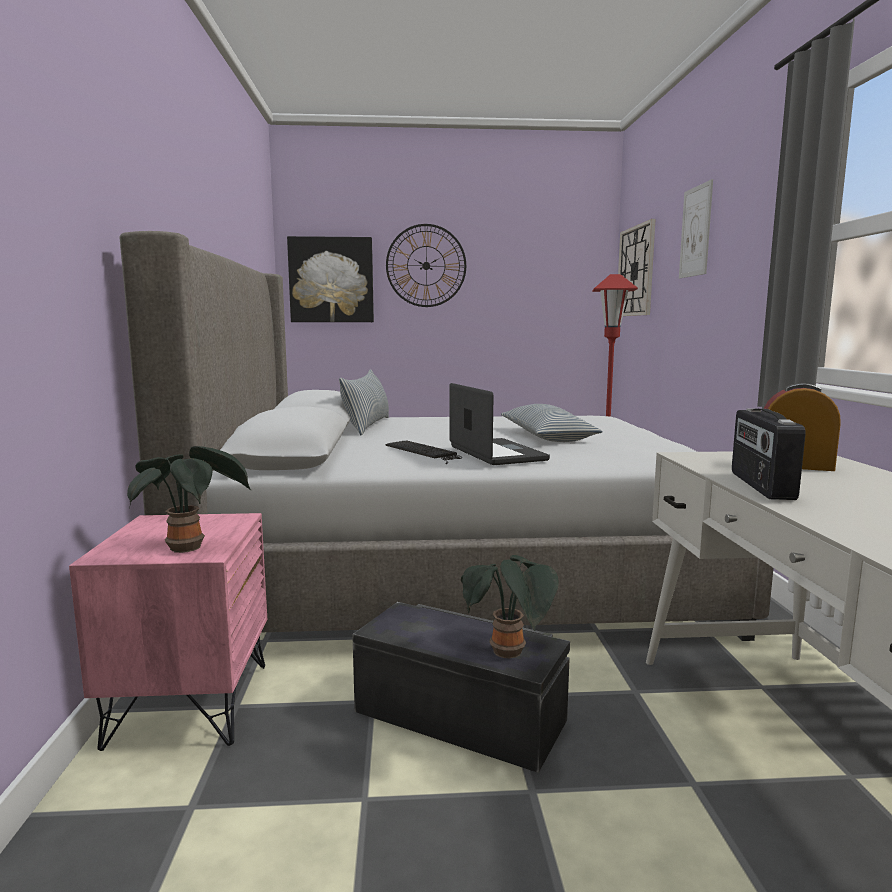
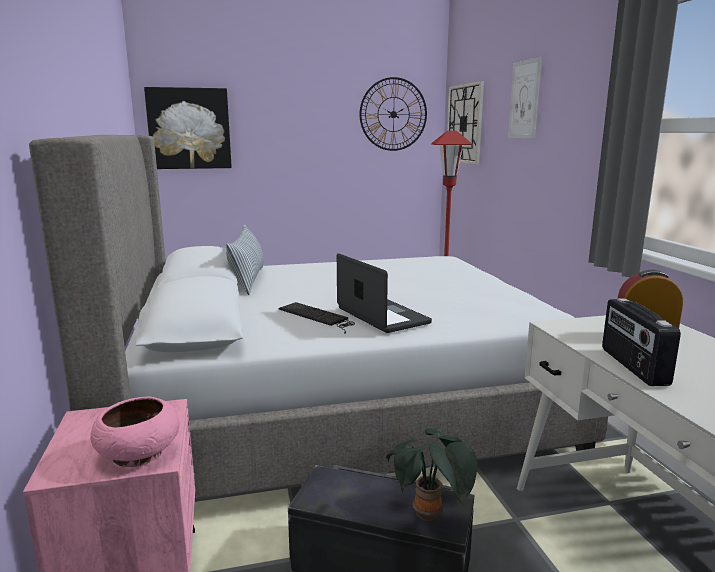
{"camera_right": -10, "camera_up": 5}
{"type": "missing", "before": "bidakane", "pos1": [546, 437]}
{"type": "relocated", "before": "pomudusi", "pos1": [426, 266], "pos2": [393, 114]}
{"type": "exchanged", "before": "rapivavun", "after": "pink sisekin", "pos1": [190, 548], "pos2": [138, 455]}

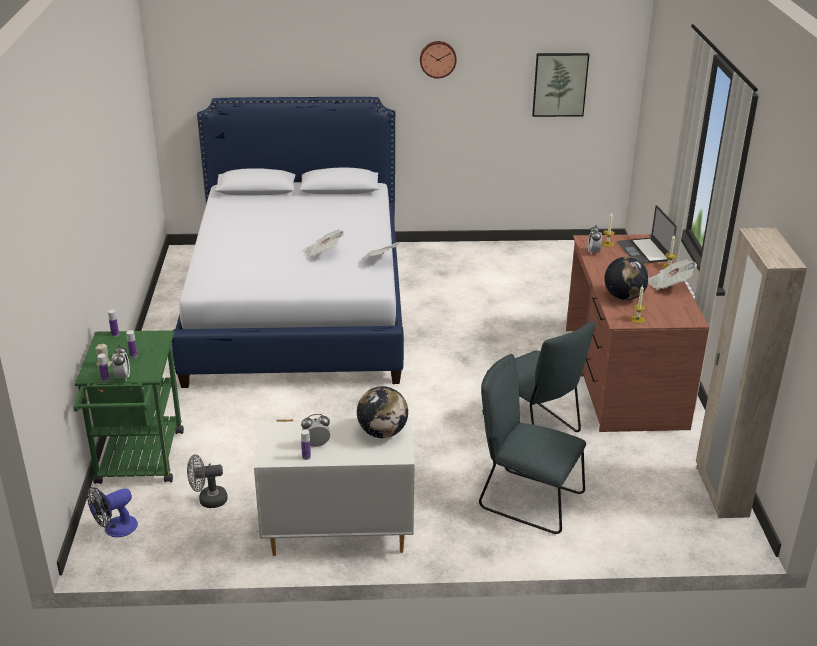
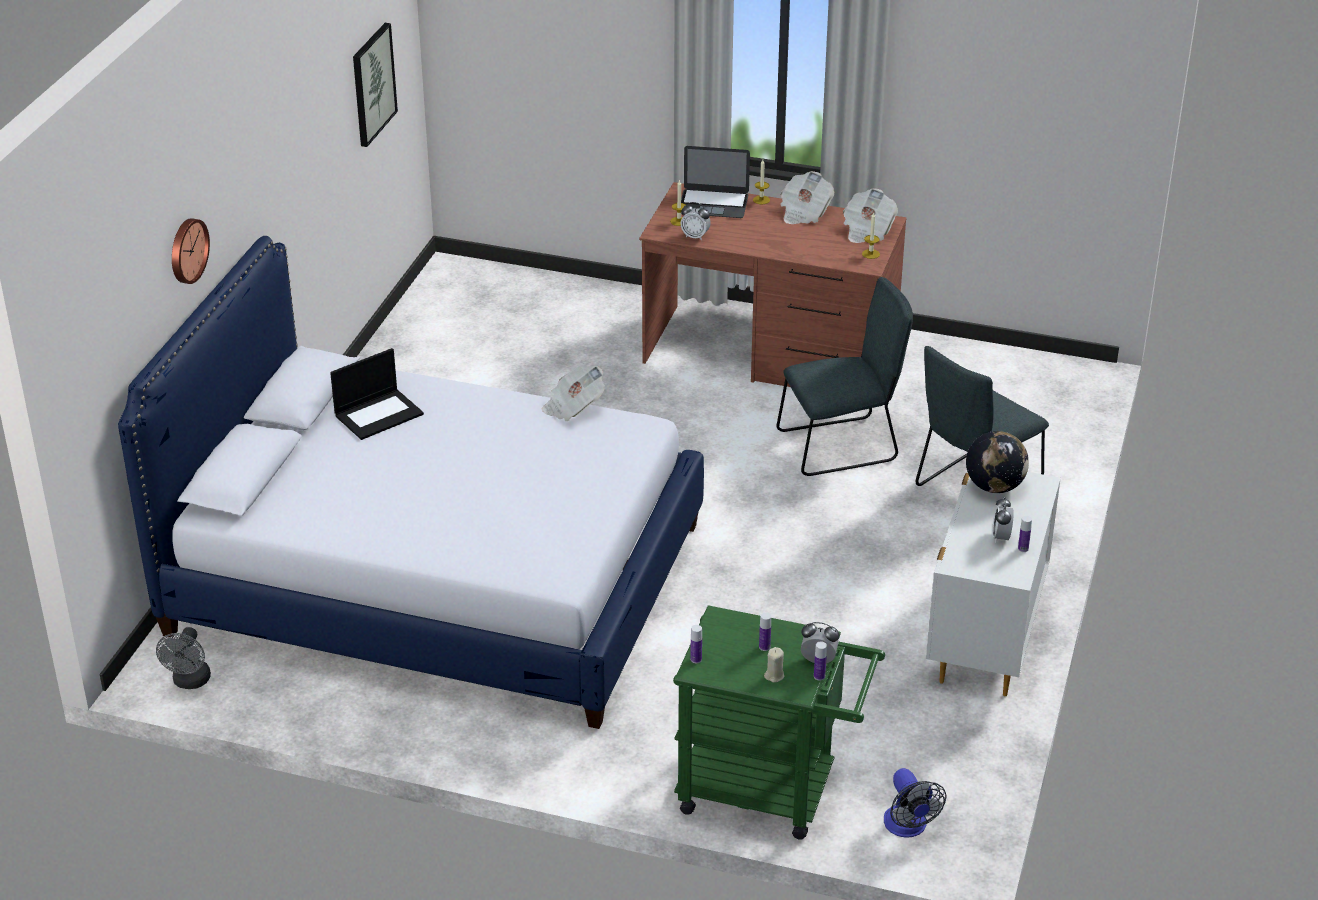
{"camera_right": -70, "camera_up": 5}
{"type": "missing", "before": "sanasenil", "pos1": [624, 297]}
{"type": "missing", "before": "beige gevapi", "pos1": [720, 492]}
{"type": "appeared", "after": "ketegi", "pos2": [379, 414]}
{"type": "relocated", "before": "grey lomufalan", "pos1": [208, 500], "pos2": [190, 682]}
{"type": "relocated", "before": "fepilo", "pos1": [323, 253], "pos2": [867, 230]}
{"type": "relocated", "before": "pomudusi", "pos1": [437, 59], "pos2": [187, 250]}

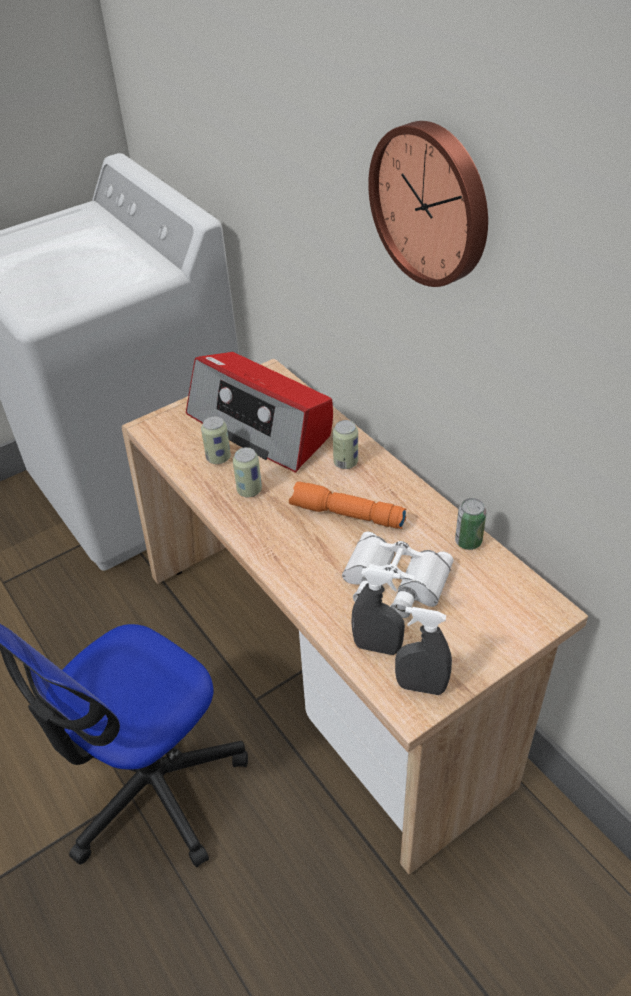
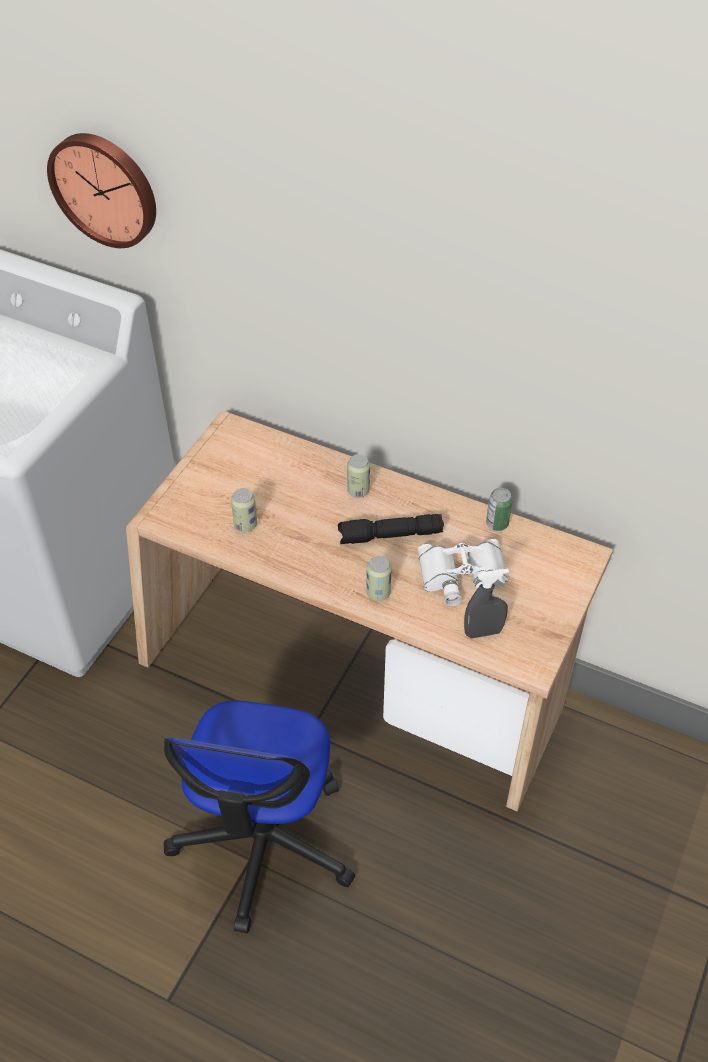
{"camera_right": -30, "camera_up": 5}
{"type": "missing", "before": "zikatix", "pos1": [261, 425]}
{"type": "missing", "before": "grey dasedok", "pos1": [421, 687]}
{"type": "relocated", "before": "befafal", "pos1": [249, 490], "pos2": [378, 593]}
{"type": "relocated", "before": "pomudusi", "pos1": [432, 203], "pos2": [105, 188]}
{"type": "colour", "before": "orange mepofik", "after": "black mepofik", "pos1": [346, 515], "pos2": [389, 536]}

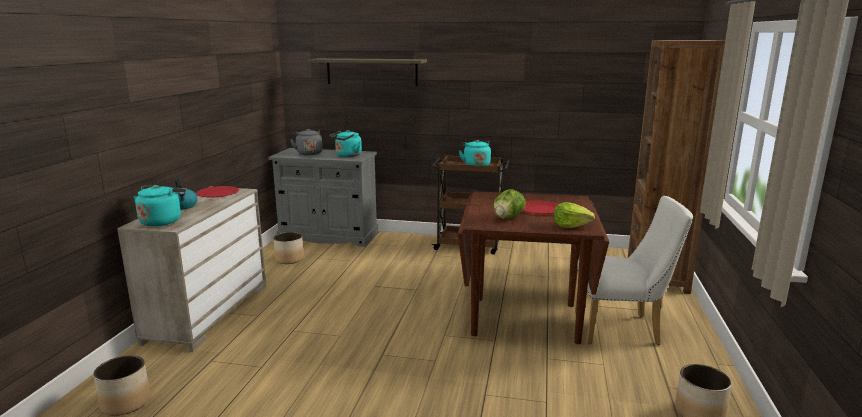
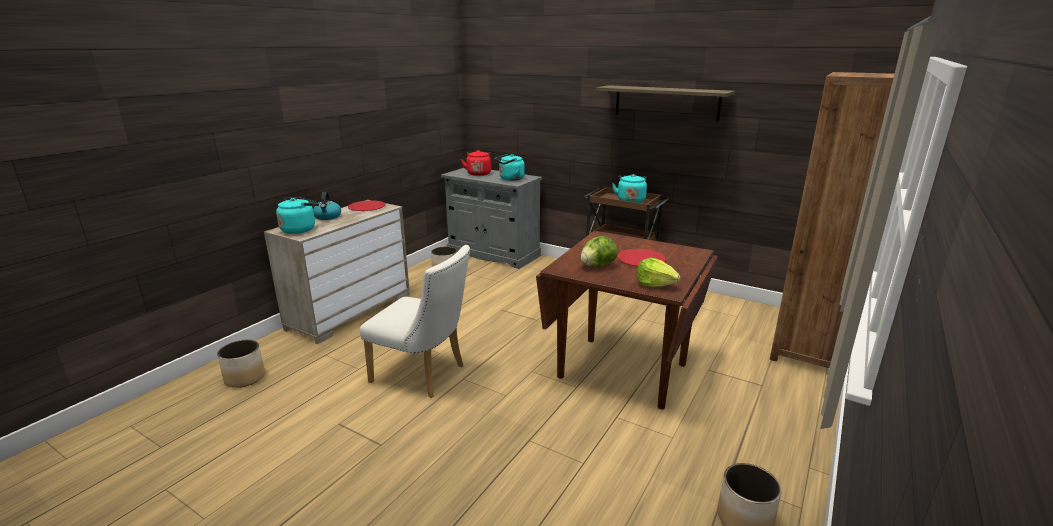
{"camera_right": 20, "camera_up": 5}
{"type": "relocated", "before": "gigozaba", "pos1": [371, 71], "pos2": [666, 102]}
{"type": "relocated", "before": "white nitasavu", "pos1": [623, 329], "pos2": [424, 375]}
{"type": "colour", "before": "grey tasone", "after": "red tasone", "pos1": [308, 153], "pos2": [478, 173]}

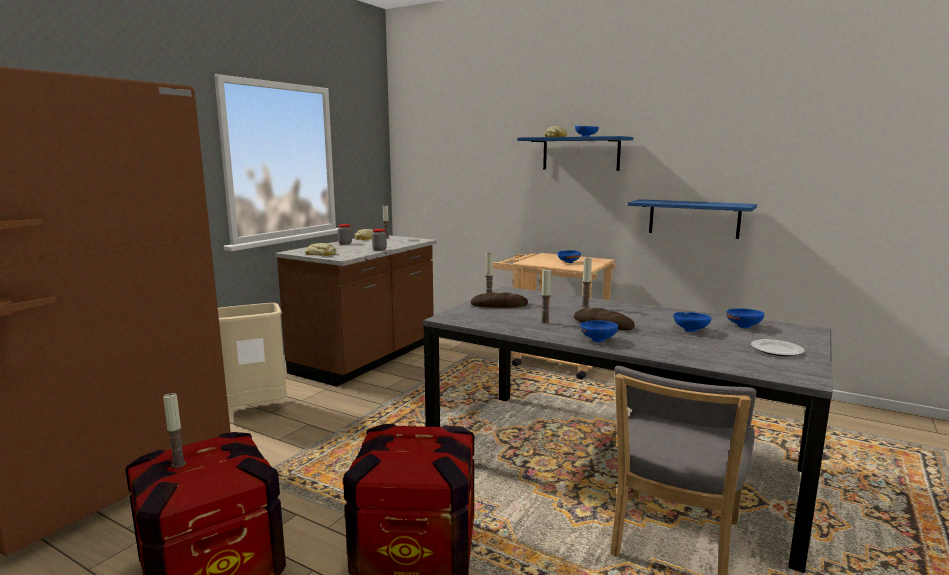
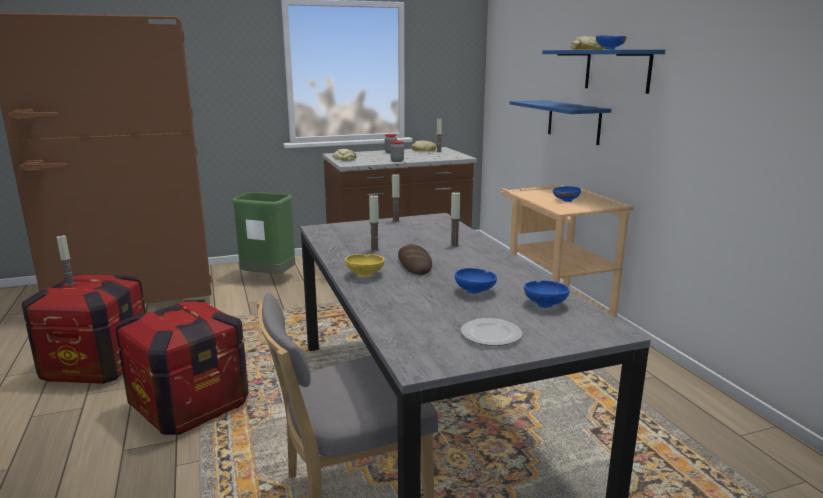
{"camera_right": 40, "camera_up": 5}
{"type": "missing", "before": "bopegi", "pos1": [499, 305]}
{"type": "relocated", "before": "blue gigozaba", "pos1": [693, 218], "pos2": [573, 121]}
{"type": "colour", "before": "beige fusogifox", "after": "green fusogifox", "pos1": [255, 409], "pos2": [269, 278]}
{"type": "colour", "before": "blue sisekin", "after": "yellow sisekin", "pos1": [598, 339], "pos2": [366, 274]}

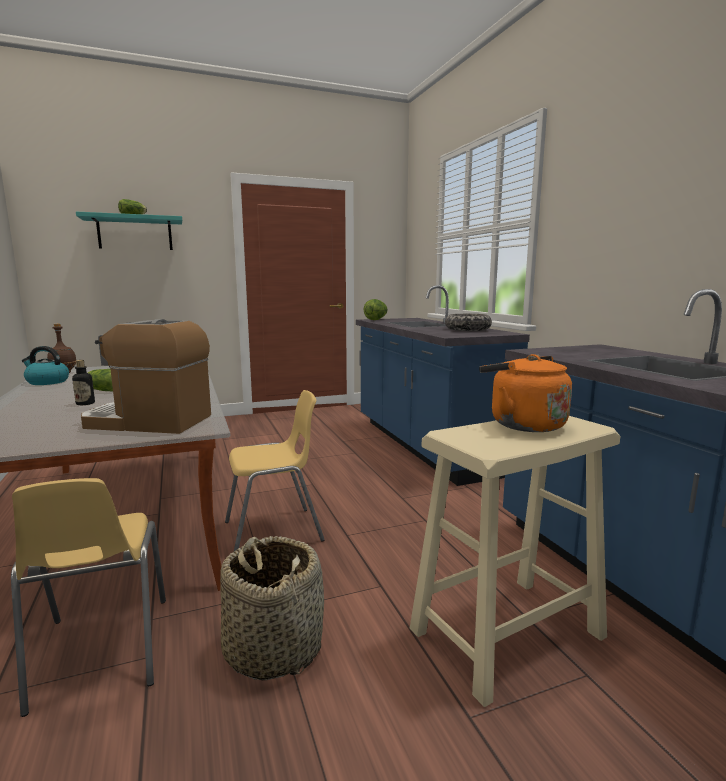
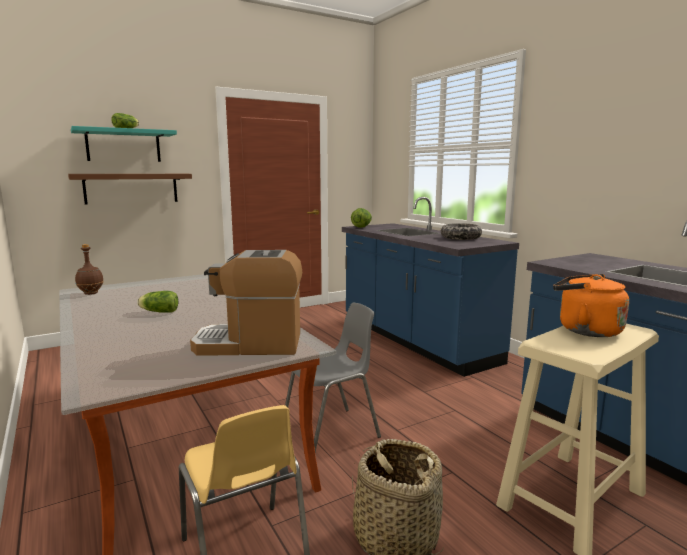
{"camera_right": -10, "camera_up": 0}
{"type": "missing", "before": "tasone", "pos1": [47, 382]}
{"type": "missing", "before": "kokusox", "pos1": [85, 403]}
{"type": "appeared", "after": "brown gigozaba", "pos2": [131, 188]}
{"type": "colour", "before": "yellow nitasavu", "after": "grey nitasavu", "pos1": [274, 532], "pos2": [331, 433]}

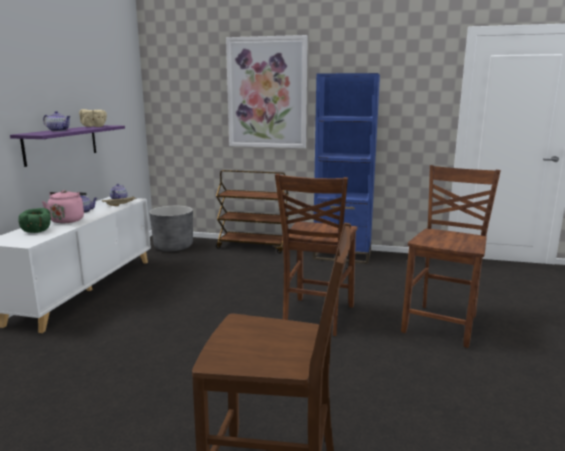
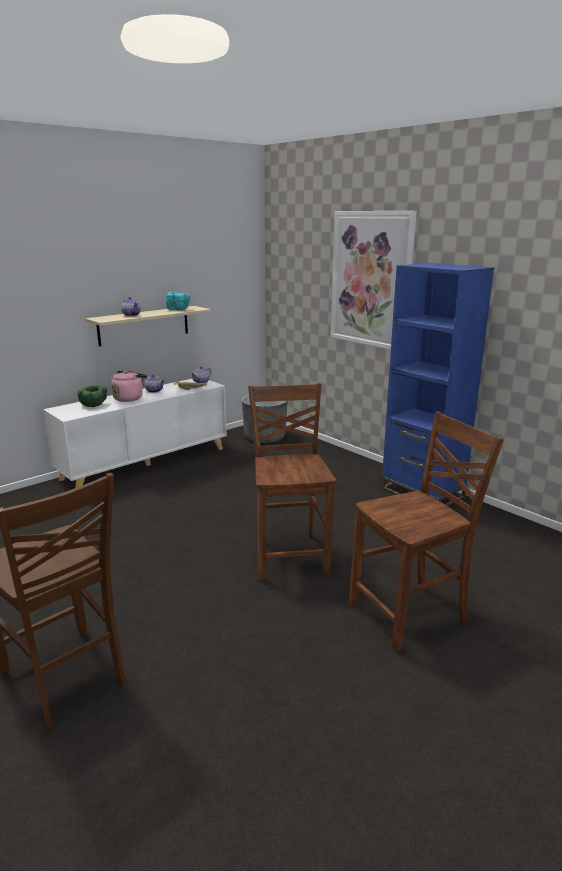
{"camera_right": 35, "camera_up": 5}
{"type": "missing", "before": "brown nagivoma", "pos1": [253, 246]}
{"type": "colour", "before": "purple gigozaba", "after": "beige gigozaba", "pos1": [61, 144], "pos2": [144, 325]}
{"type": "colour", "before": "beige sisekin", "after": "turquoise sisekin", "pos1": [94, 127], "pos2": [178, 309]}
{"type": "spun", "before": "brown nitasavu", "pos1": [316, 317], "pos2": [290, 555], "turn": 120}

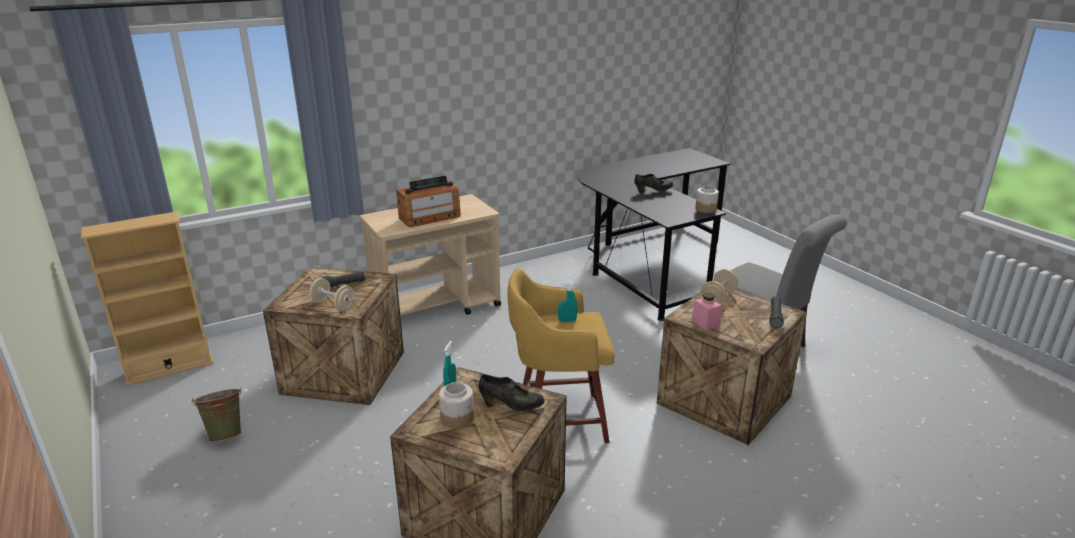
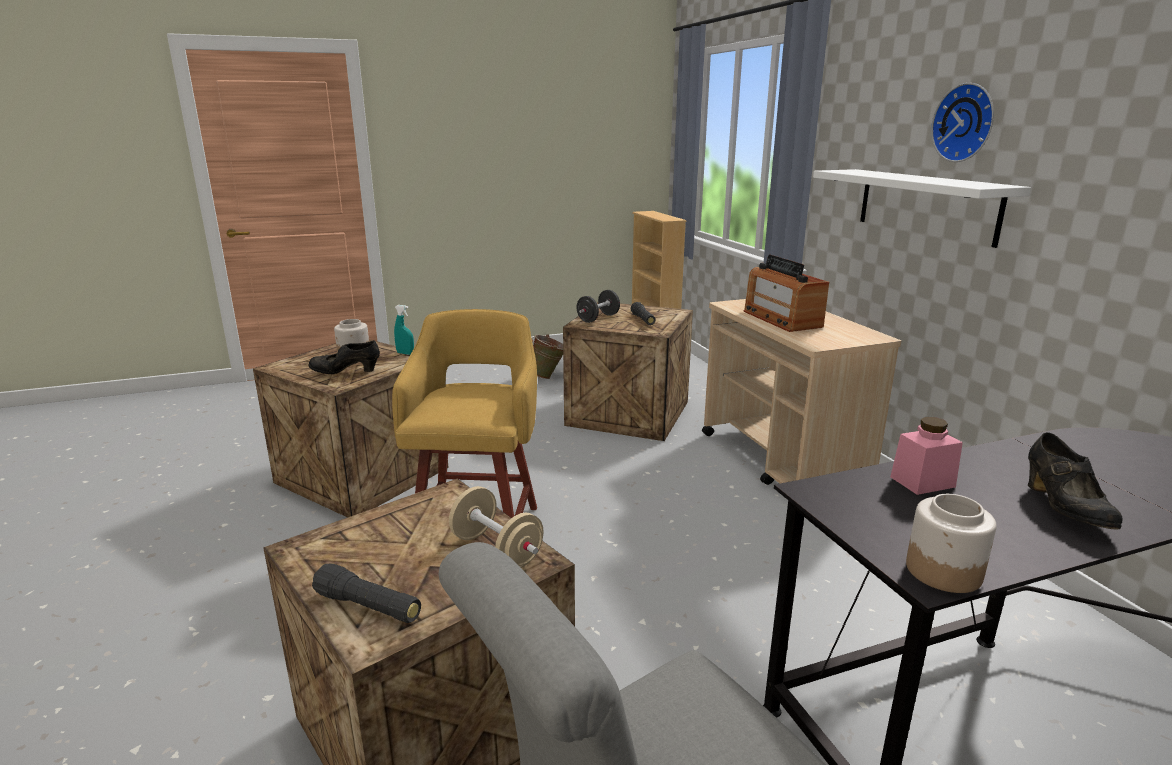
{"camera_right": 100, "camera_up": -5}
{"type": "missing", "before": "turquoise dasedok", "pos1": [567, 321]}
{"type": "appeared", "after": "white gigozaba", "pos2": [926, 205]}
{"type": "appeared", "after": "pomudusi", "pos2": [966, 123]}
{"type": "relocated", "before": "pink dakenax", "pos1": [705, 323], "pos2": [922, 482]}
{"type": "colour", "before": "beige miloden", "after": "black miloden", "pos1": [333, 305], "pos2": [598, 318]}
{"type": "spun", "before": "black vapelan", "pos1": [511, 406], "pos2": [346, 372], "turn": 60}

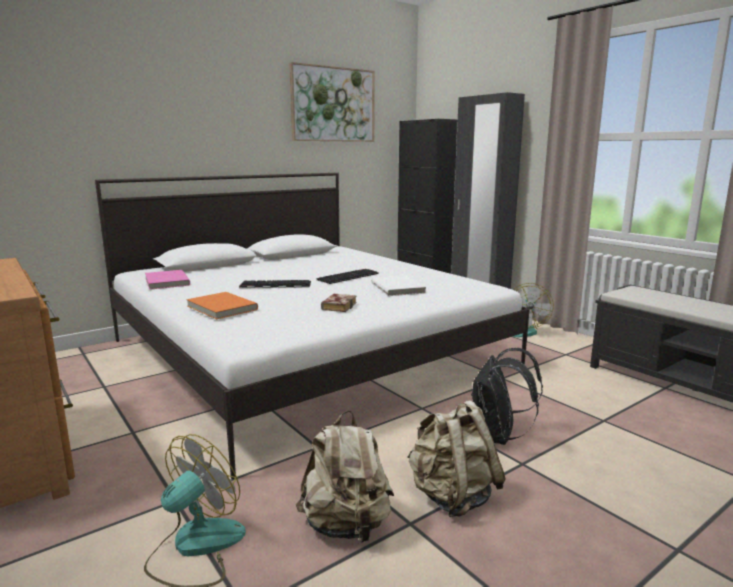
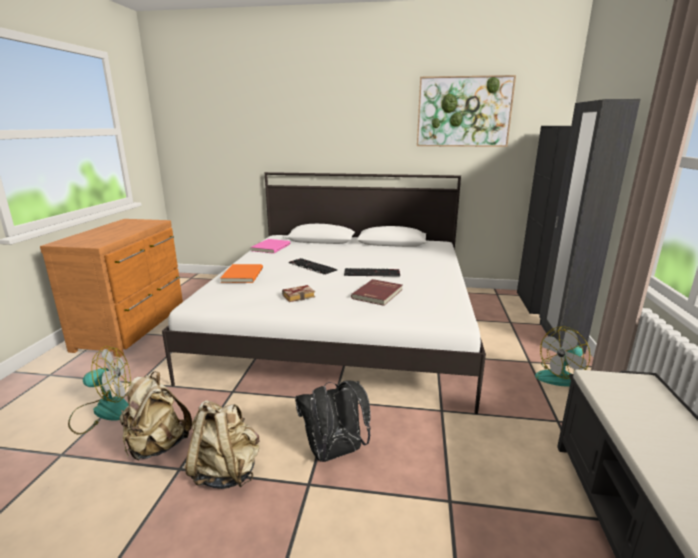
{"camera_right": 45, "camera_up": 5}
{"type": "colour", "before": "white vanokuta", "after": "red vanokuta", "pos1": [399, 288], "pos2": [378, 294]}

